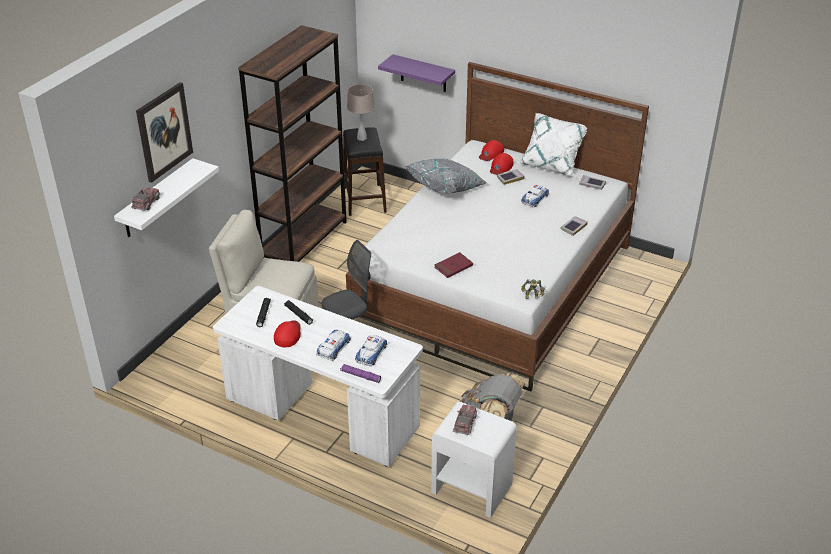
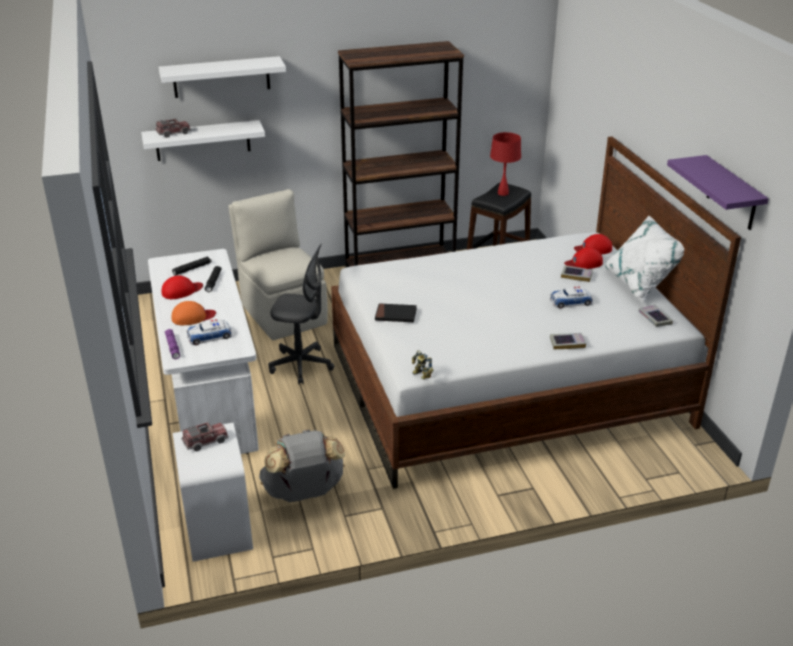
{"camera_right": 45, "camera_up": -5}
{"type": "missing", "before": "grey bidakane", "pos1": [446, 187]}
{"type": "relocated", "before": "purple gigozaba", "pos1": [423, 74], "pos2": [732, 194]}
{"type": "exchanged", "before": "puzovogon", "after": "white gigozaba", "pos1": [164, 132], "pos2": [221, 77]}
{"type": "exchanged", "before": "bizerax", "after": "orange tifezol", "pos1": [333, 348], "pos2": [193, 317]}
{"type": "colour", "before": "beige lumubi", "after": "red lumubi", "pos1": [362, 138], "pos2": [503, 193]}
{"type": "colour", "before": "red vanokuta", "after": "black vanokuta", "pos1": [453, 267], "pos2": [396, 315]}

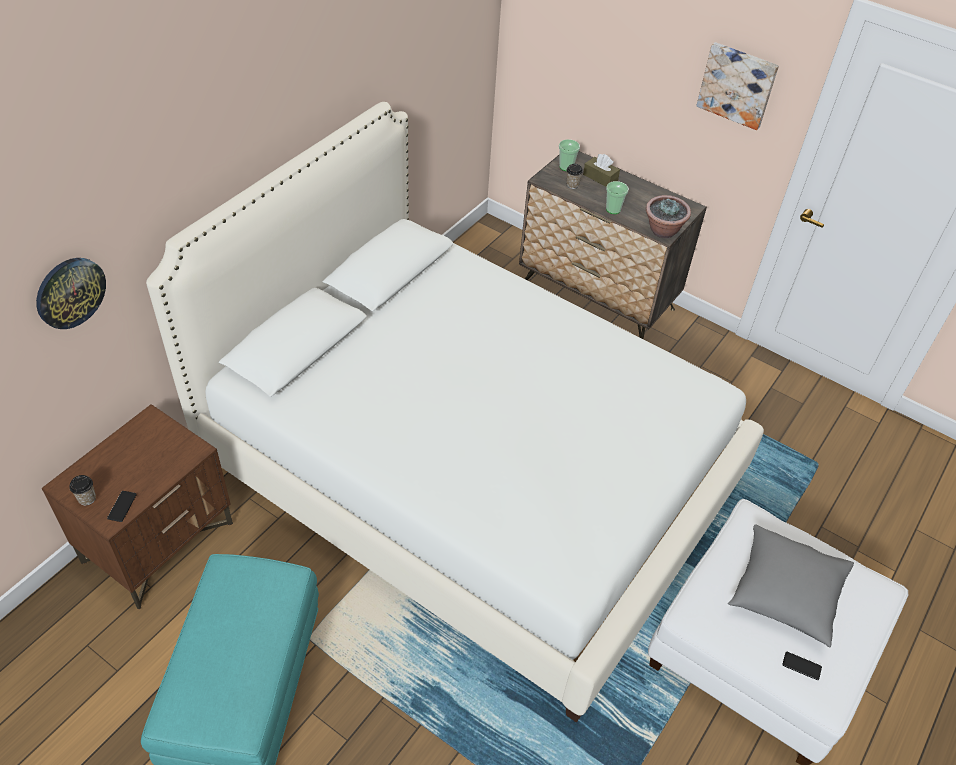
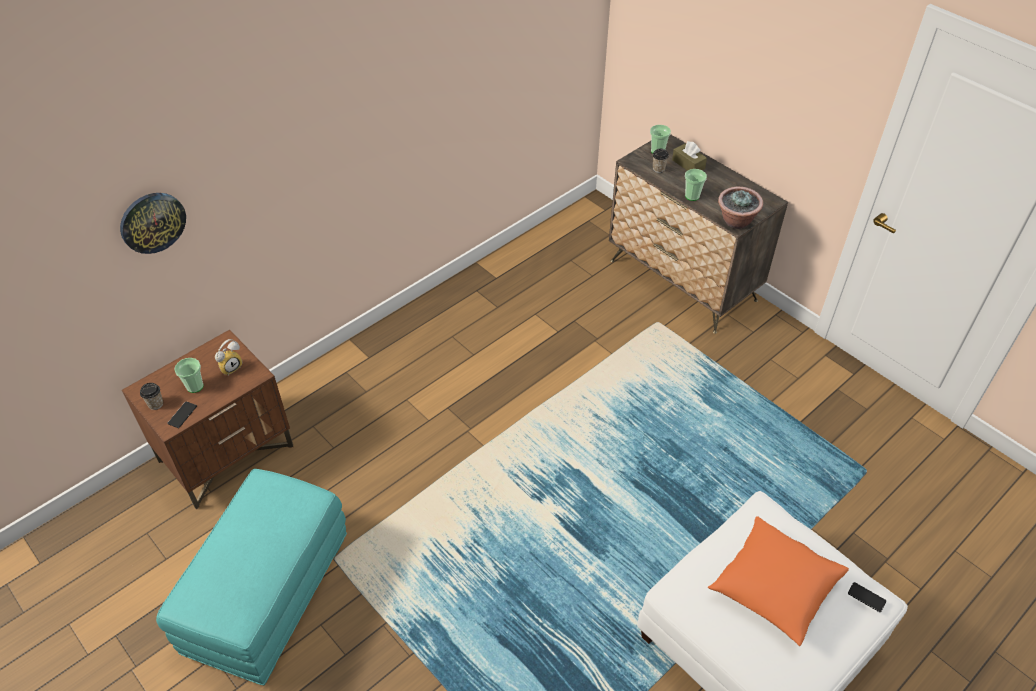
{"camera_right": 15, "camera_up": 0}
{"type": "missing", "before": "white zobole", "pos1": [471, 473]}
{"type": "missing", "before": "puzovogon", "pos1": [737, 84]}
{"type": "appeared", "after": "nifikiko", "pos2": [195, 386]}
{"type": "appeared", "after": "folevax", "pos2": [230, 366]}
{"type": "relocated", "before": "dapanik", "pos1": [801, 666], "pos2": [866, 597]}
{"type": "colour", "before": "grey bidakane", "after": "orange bidakane", "pos1": [784, 594], "pos2": [773, 588]}

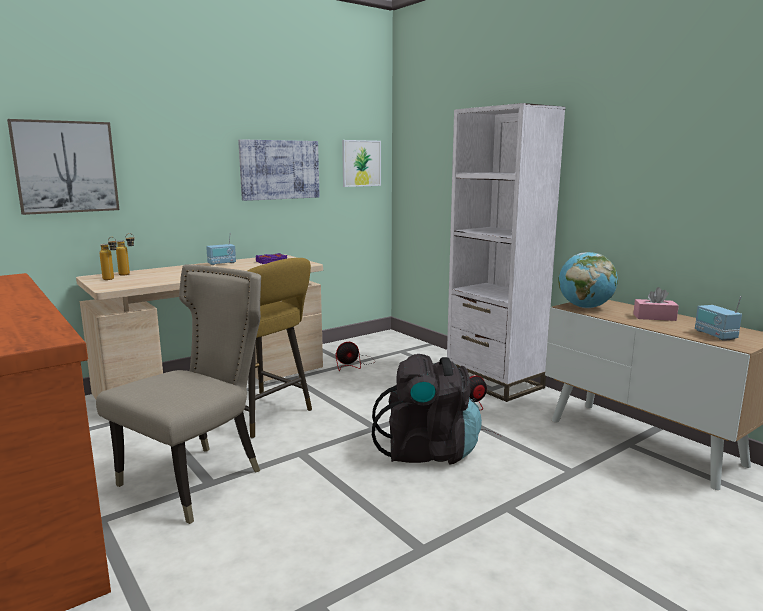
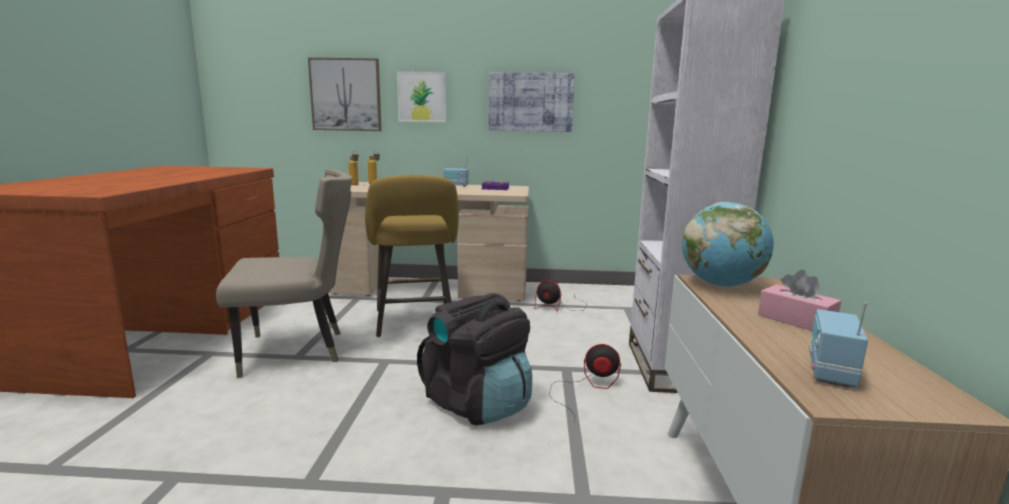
{"camera_right": 40, "camera_up": 0}
{"type": "relocated", "before": "puzovogon", "pos1": [361, 163], "pos2": [422, 97]}

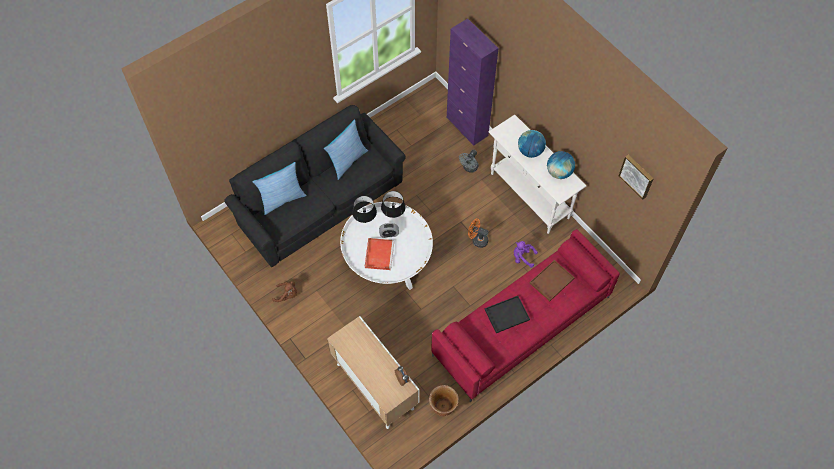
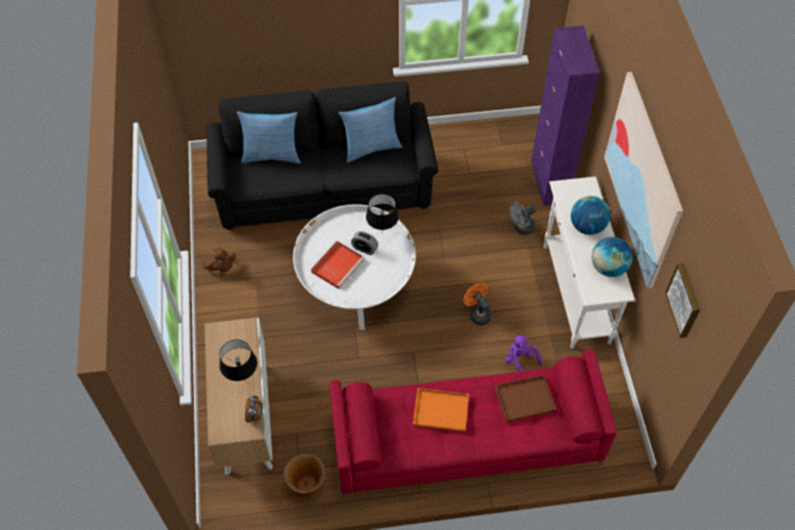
{"camera_right": 30, "camera_up": -5}
{"type": "appeared", "after": "puzovogon", "pos2": [642, 180]}
{"type": "relocated", "before": "black lumubi", "pos1": [365, 222], "pos2": [243, 379]}
{"type": "colour", "before": "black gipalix", "after": "orange gipalix", "pos1": [506, 315], "pos2": [439, 411]}

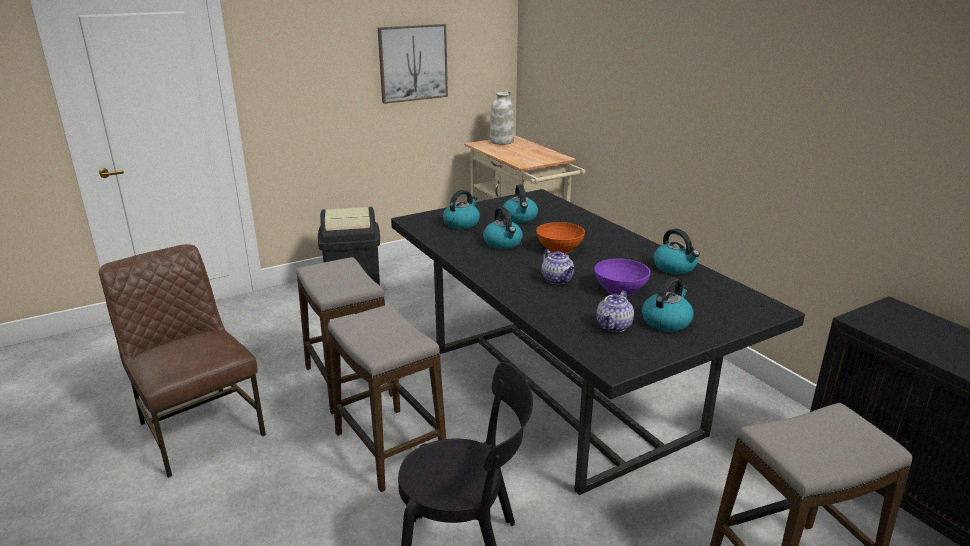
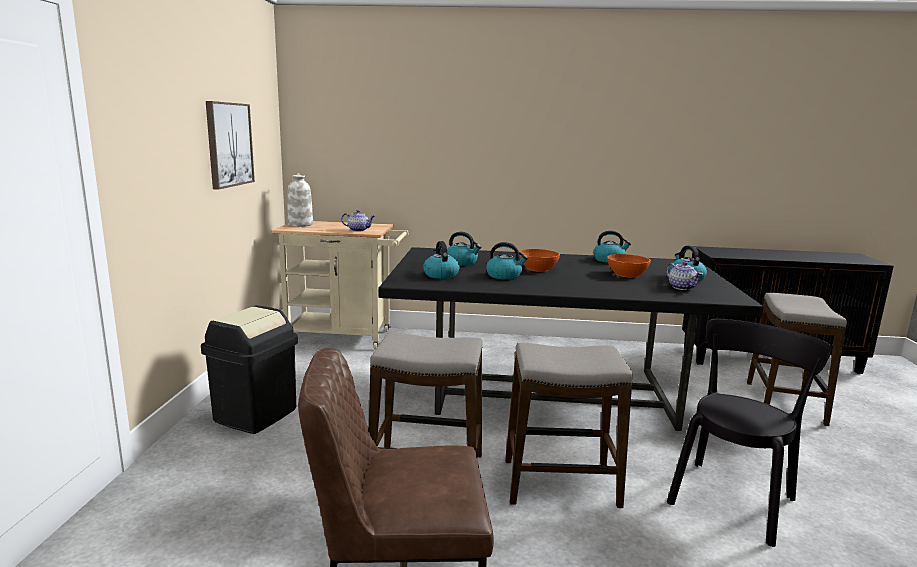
{"camera_right": -55, "camera_up": -10}
{"type": "relocated", "before": "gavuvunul", "pos1": [558, 280], "pos2": [358, 230]}
{"type": "colour", "before": "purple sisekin", "after": "orange sisekin", "pos1": [620, 288], "pos2": [626, 274]}

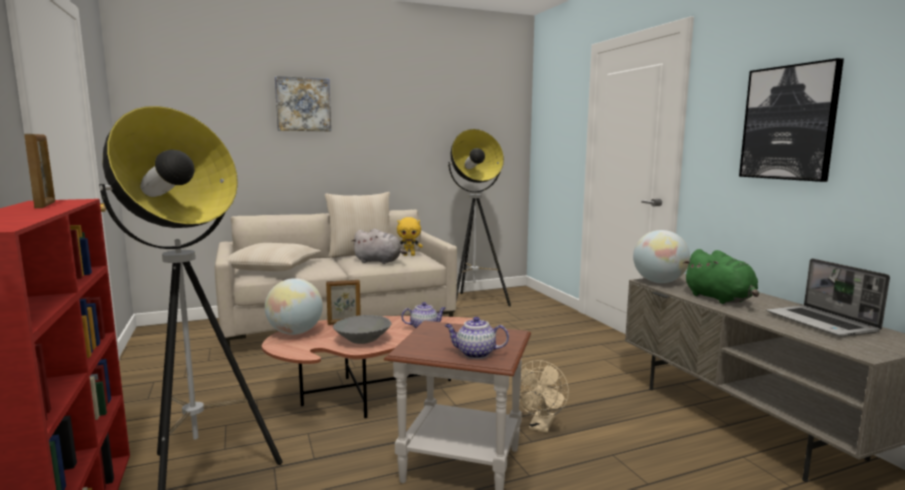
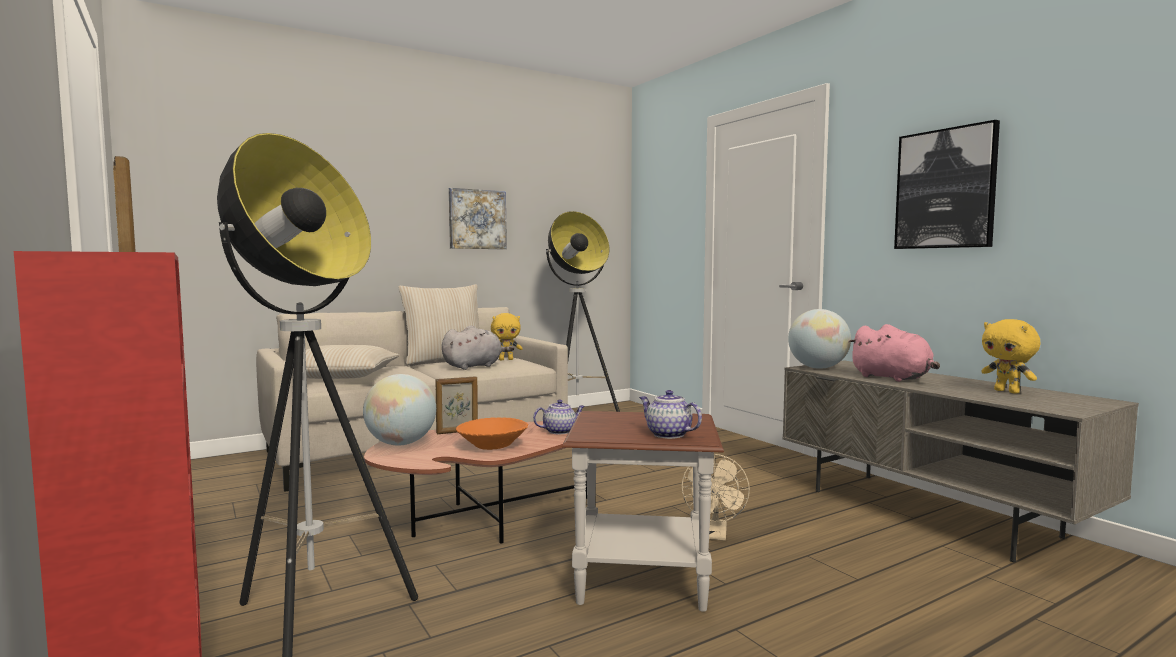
{"camera_right": -10, "camera_up": -5}
{"type": "relocated", "before": "puzovogon", "pos1": [303, 104], "pos2": [477, 219]}
{"type": "exchanged", "before": "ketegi", "after": "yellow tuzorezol", "pos1": [822, 323], "pos2": [1008, 391]}
{"type": "colour", "before": "grey sisekin", "after": "orange sisekin", "pos1": [363, 340], "pos2": [492, 446]}
{"type": "colour", "before": "green tuzorezol", "after": "pink tuzorezol", "pos1": [720, 299], "pos2": [893, 378]}
{"type": "spun", "before": "grey tuzorezol", "pos1": [379, 261], "pos2": [474, 366], "turn": -45}
{"type": "spun", "before": "gavuvunul", "pos1": [475, 353], "pos2": [667, 434], "turn": 45}

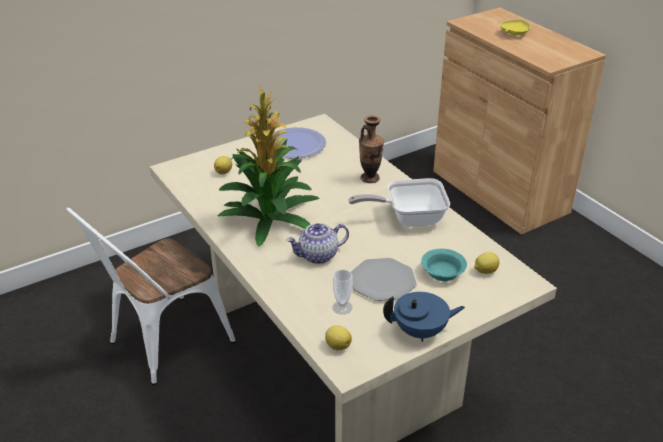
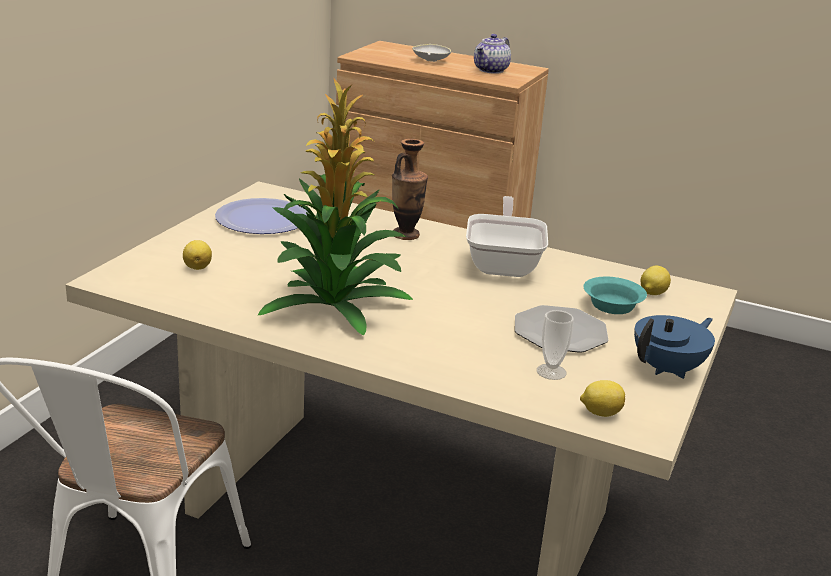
{"camera_right": -35, "camera_up": -10}
{"type": "relocated", "before": "gavuvunul", "pos1": [318, 256], "pos2": [491, 70]}
{"type": "colour", "before": "yellow sisekin", "after": "white sisekin", "pos1": [514, 34], "pos2": [431, 60]}
{"type": "spun", "before": "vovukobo", "pos1": [408, 218], "pos2": [504, 264], "turn": 135}

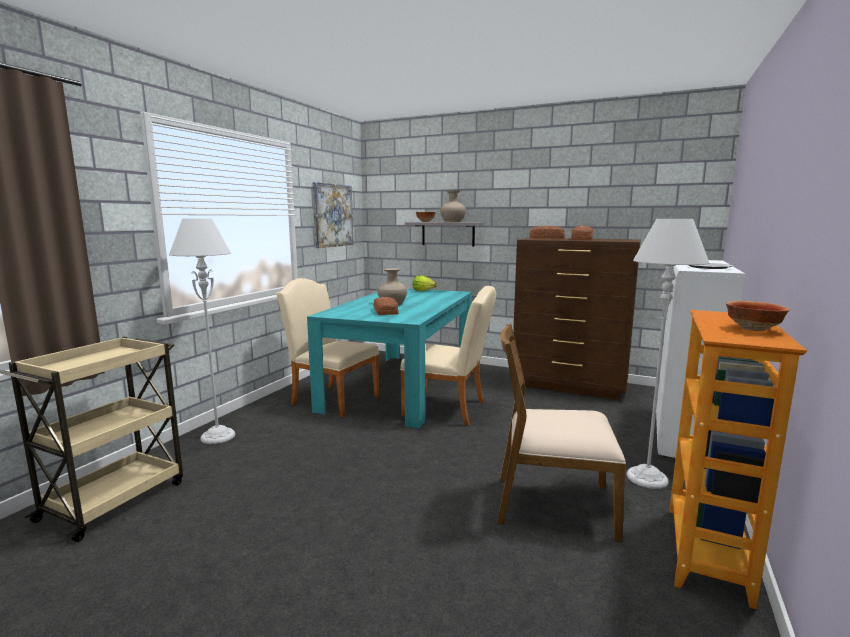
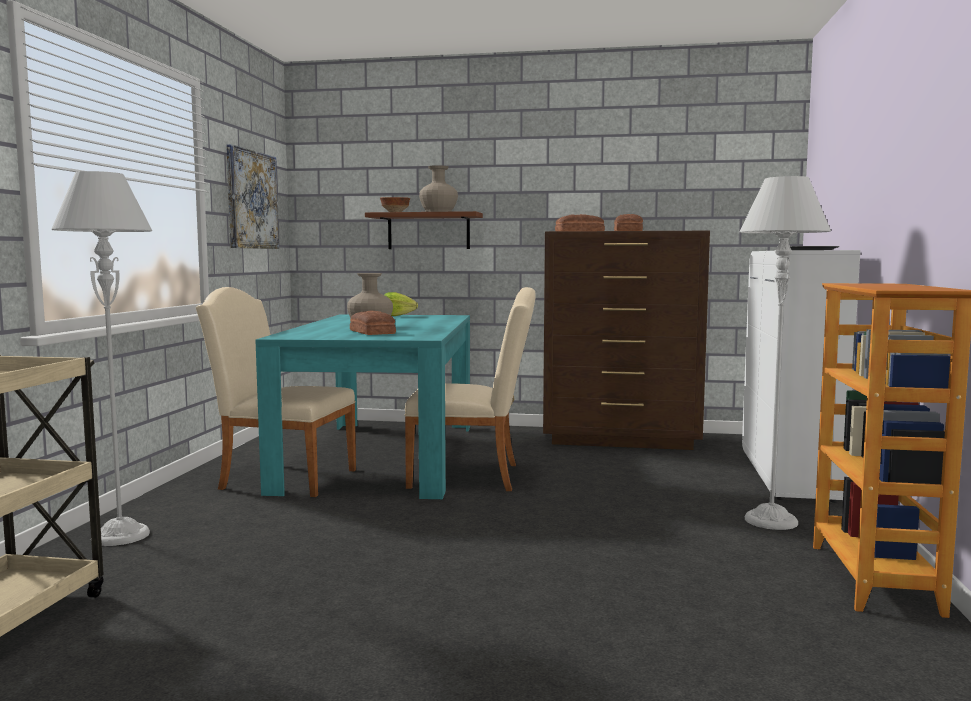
{"camera_right": -15, "camera_up": -5}
{"type": "missing", "before": "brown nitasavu", "pos1": [553, 504]}
{"type": "missing", "before": "sisekin", "pos1": [753, 329]}
{"type": "colour", "before": "grey gigozaba", "after": "brown gigozaba", "pos1": [448, 234], "pos2": [428, 231]}

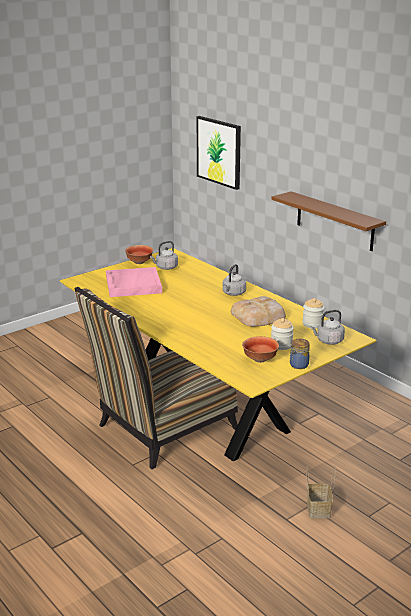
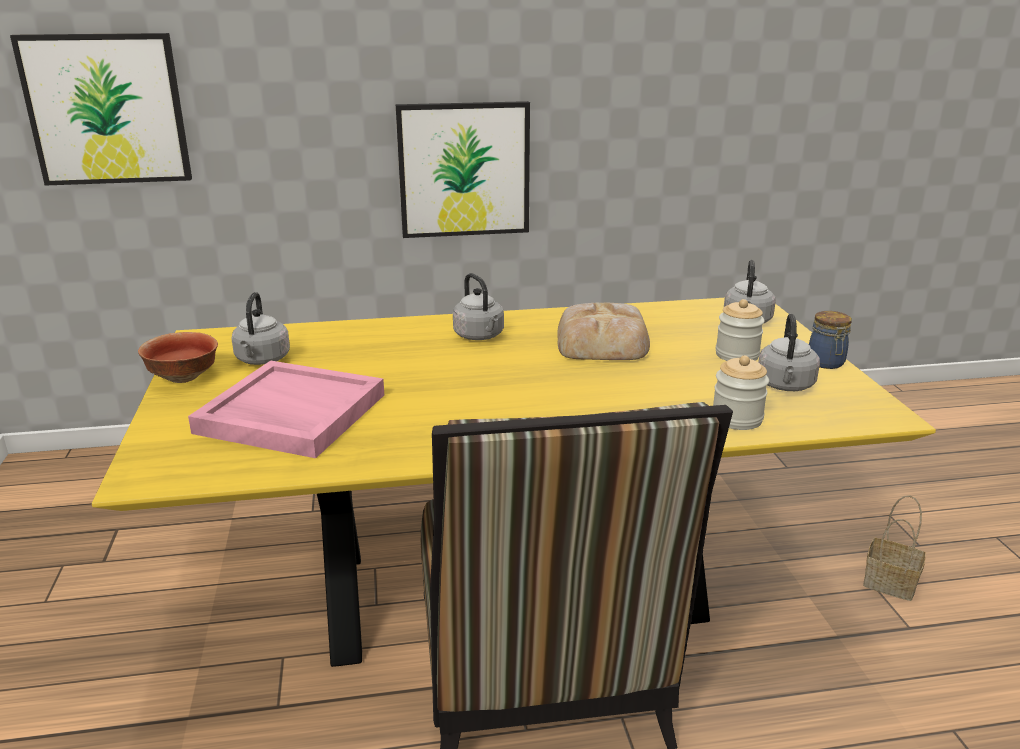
{"camera_right": -60, "camera_up": 0}
{"type": "relocated", "before": "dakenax", "pos1": [312, 324], "pos2": [737, 419]}
{"type": "exchanged", "before": "sisekin", "after": "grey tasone", "pos1": [259, 359], "pos2": [785, 386]}
{"type": "exchanged", "before": "brown gigozaba", "after": "puzovogon", "pos1": [334, 221], "pos2": [464, 169]}

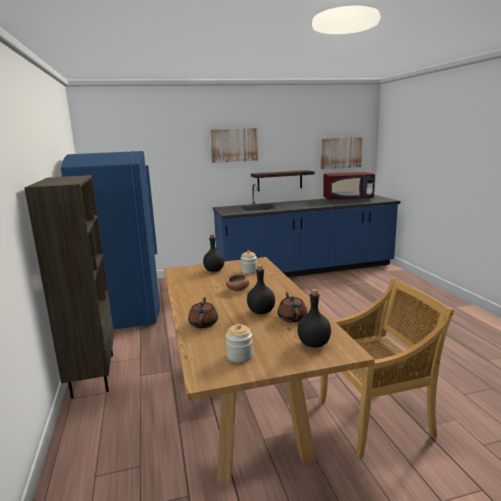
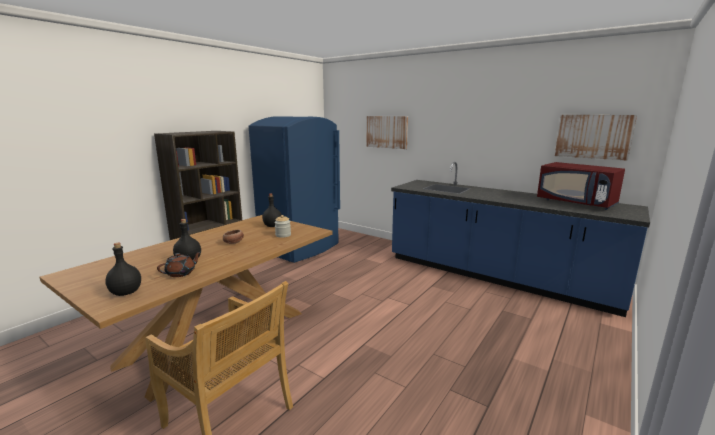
{"camera_right": 50, "camera_up": 0}
{"type": "missing", "before": "brown gavuvunul", "pos1": [203, 323]}
{"type": "missing", "before": "dakenax", "pos1": [240, 356]}
{"type": "missing", "before": "gigozaba", "pos1": [279, 180]}
{"type": "relocated", "before": "puzovogon", "pos1": [234, 145], "pos2": [387, 132]}

